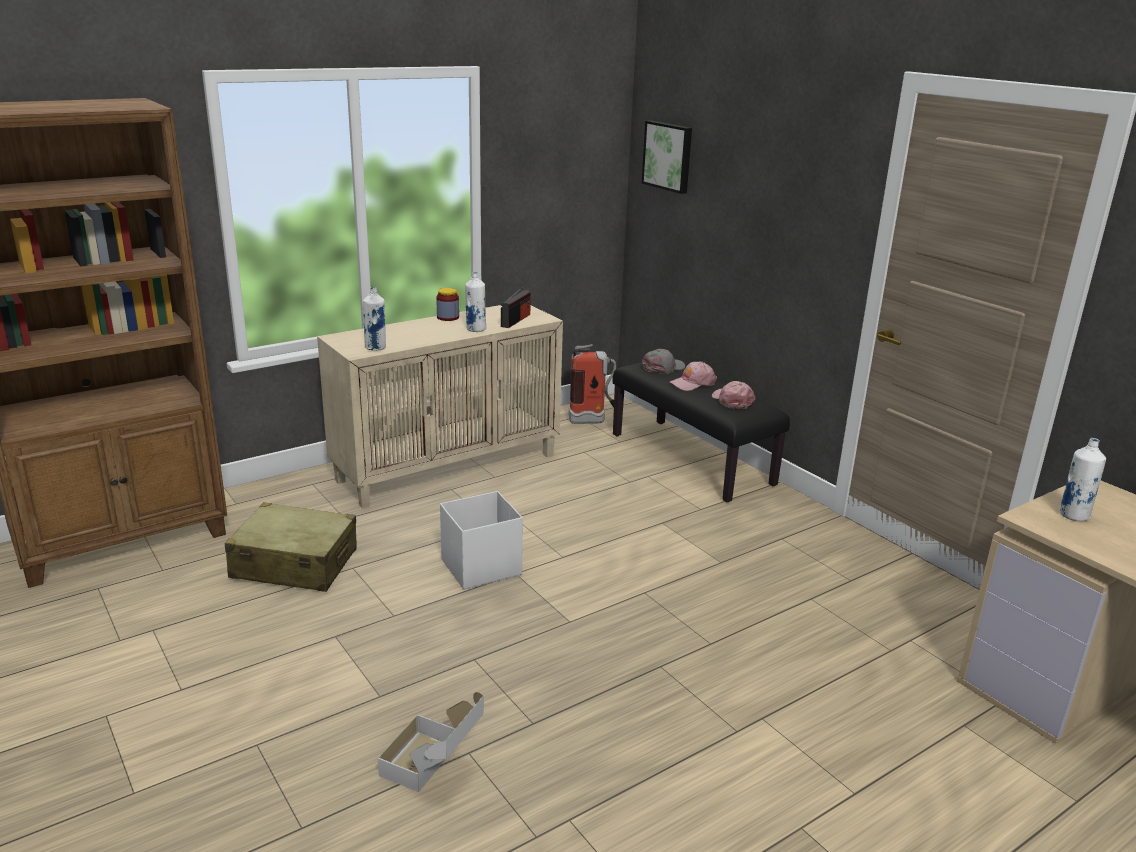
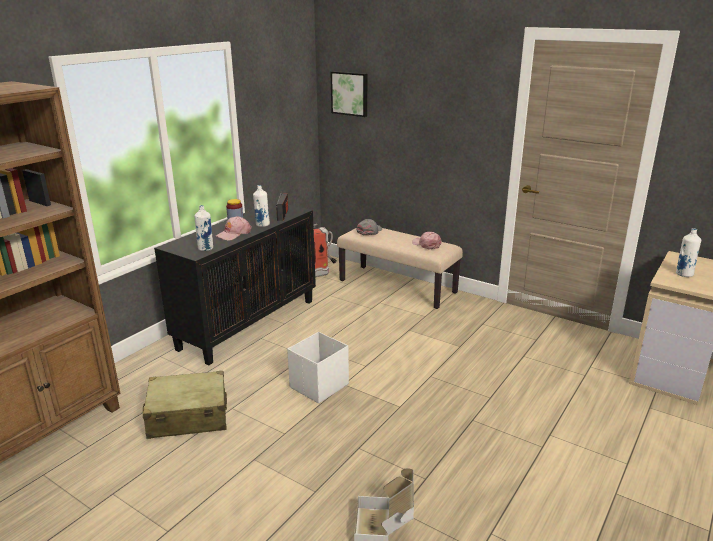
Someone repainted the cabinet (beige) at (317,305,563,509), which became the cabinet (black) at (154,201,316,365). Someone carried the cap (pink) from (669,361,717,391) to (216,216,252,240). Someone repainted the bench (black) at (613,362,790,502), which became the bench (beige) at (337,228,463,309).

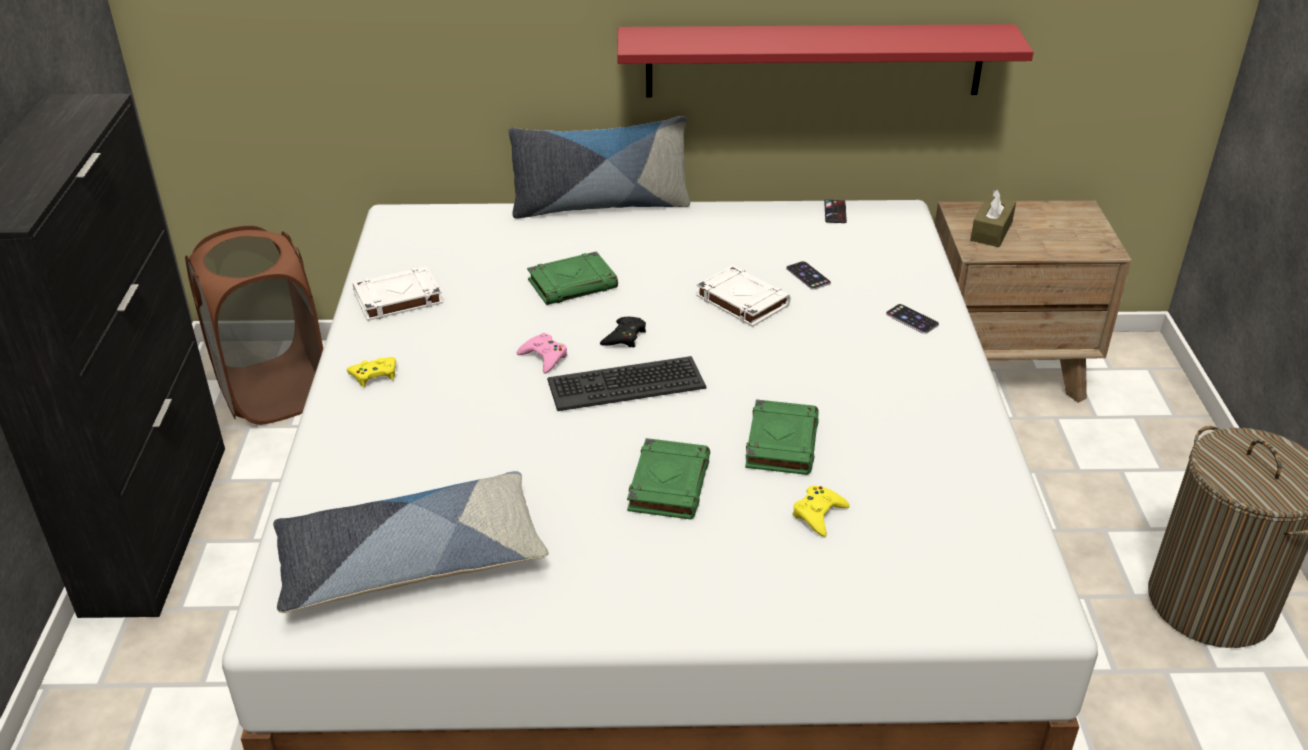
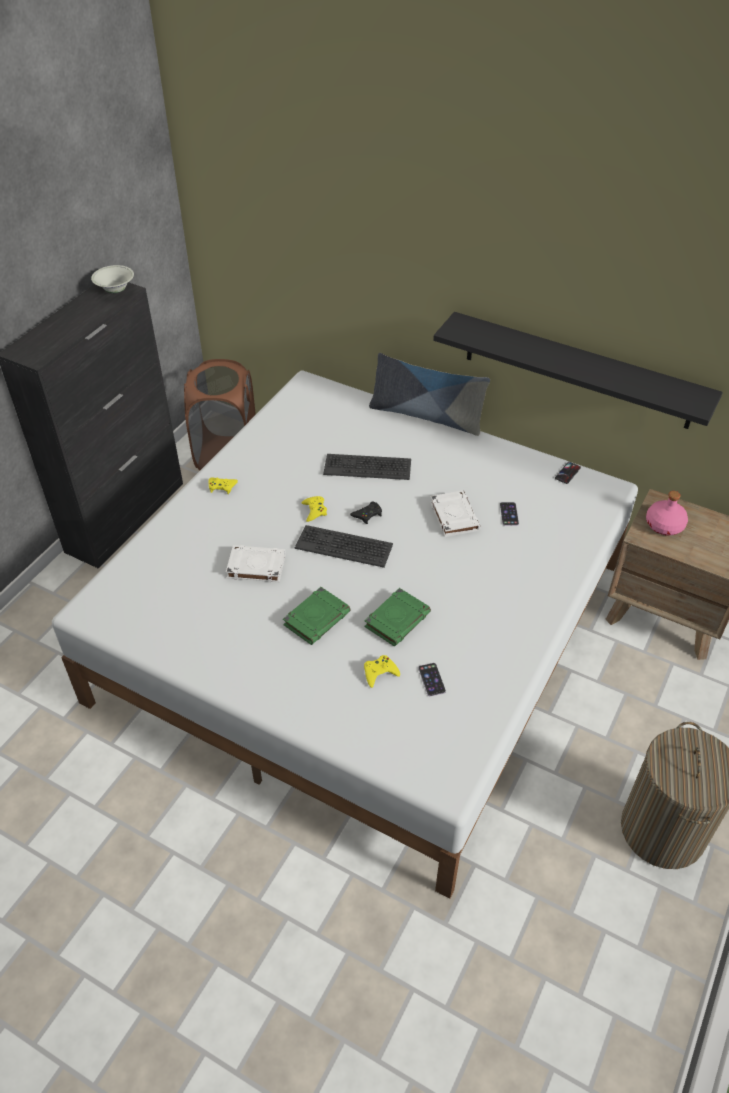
Someone repainted the shelf (red) at (617,24,1034,97), which became the shelf (black) at (433,312,723,429). Someone swapped the tissue box (brown) at (970,189,1016,247) for the bottle (pink) at (646,491,688,536). Someone swapped the book (green) at (527,251,618,305) for the keyboard at (323,454,411,480). Someone carried the book (white) from (353,266,443,321) to (226,545,285,582). Someone carried the phone from (886,304,939,334) to (418,663,446,696). Someone repainted the game controller (pink) at (517,333,567,374), which became the game controller (yellow) at (302,496,327,522). Someone took away the pillow at (273,471,548,613). Someone put down the bowl (white) at (91,265,134,293).

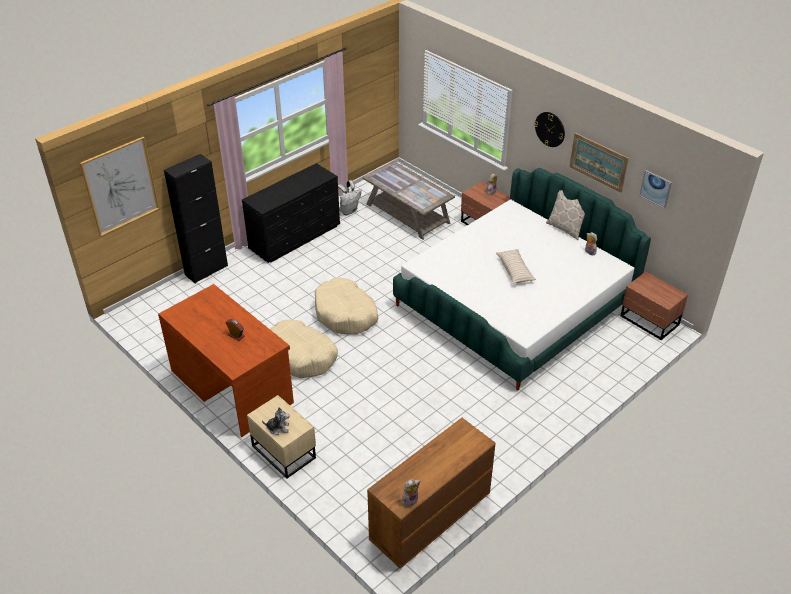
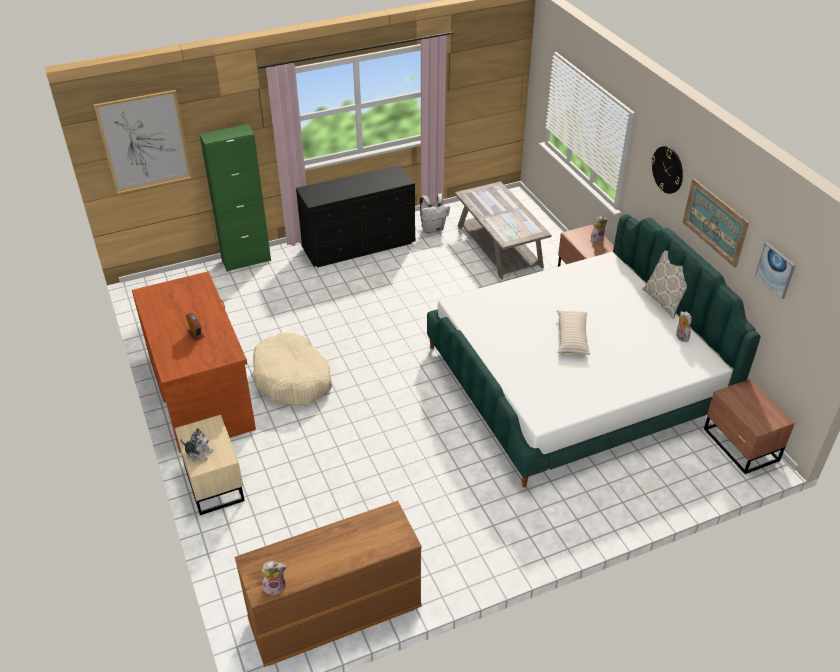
Someone repainted the cabinet (black) at (164,154,228,283), which became the cabinet (green) at (199,124,271,272). Someone took away the dog bed (beige) at (315,277,378,334).

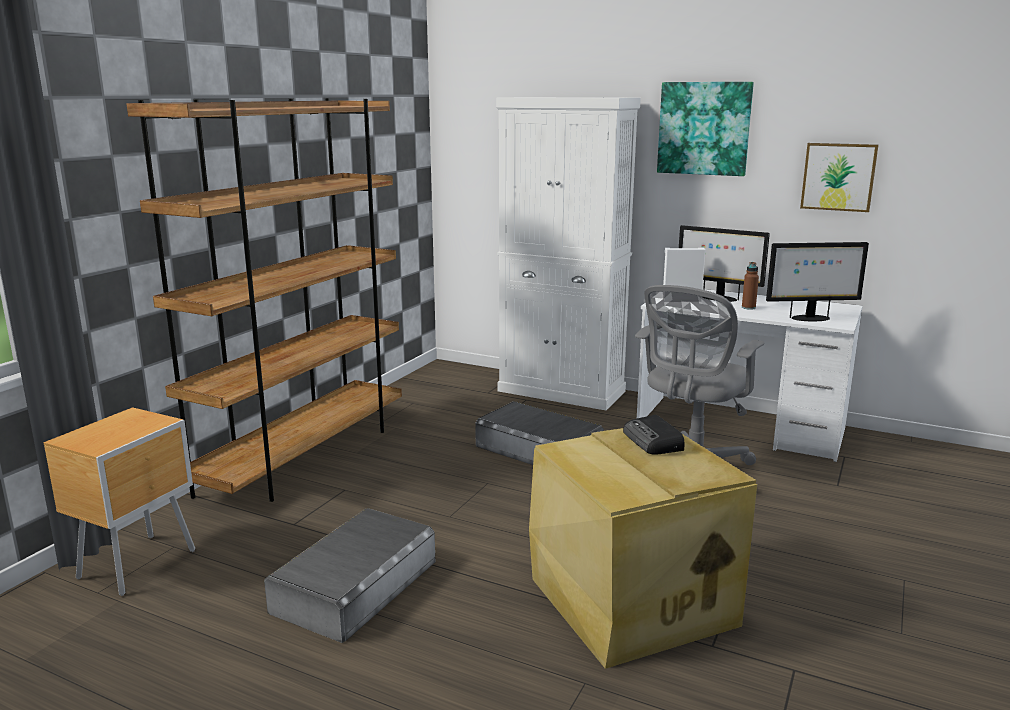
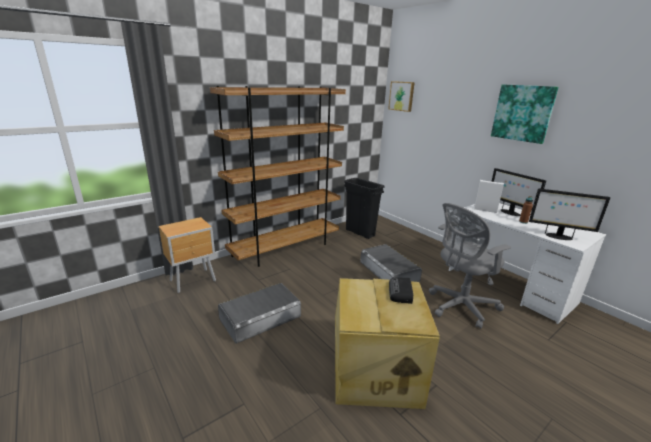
Someone took away the cabinet (white) at (496,97,641,410). Someone carried the picture from (800,143,879,212) to (388,81,415,112). Someone put down the trash can (black) at (344,178,384,239).

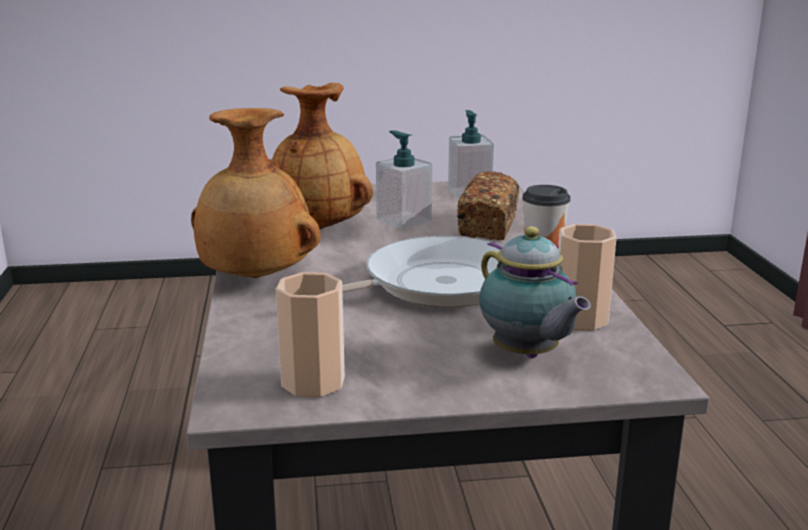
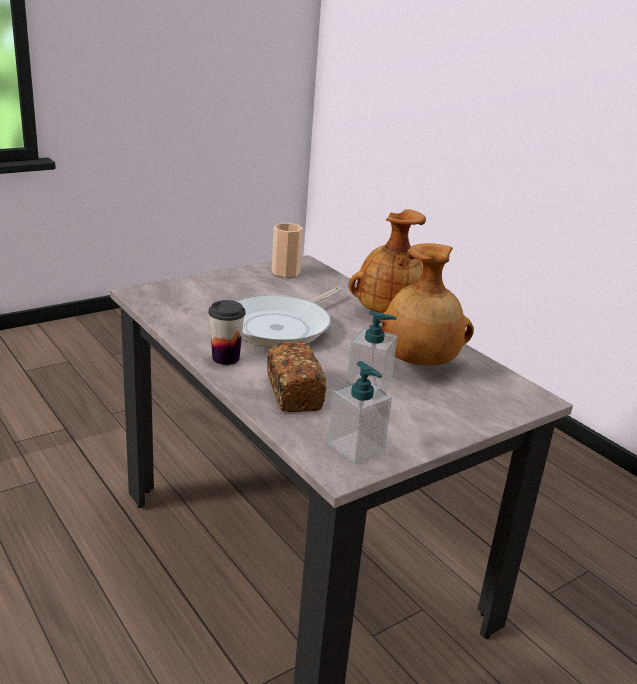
Someone took away the cup at (558,224,617,330). Someone took away the teapot at (479,226,591,358).

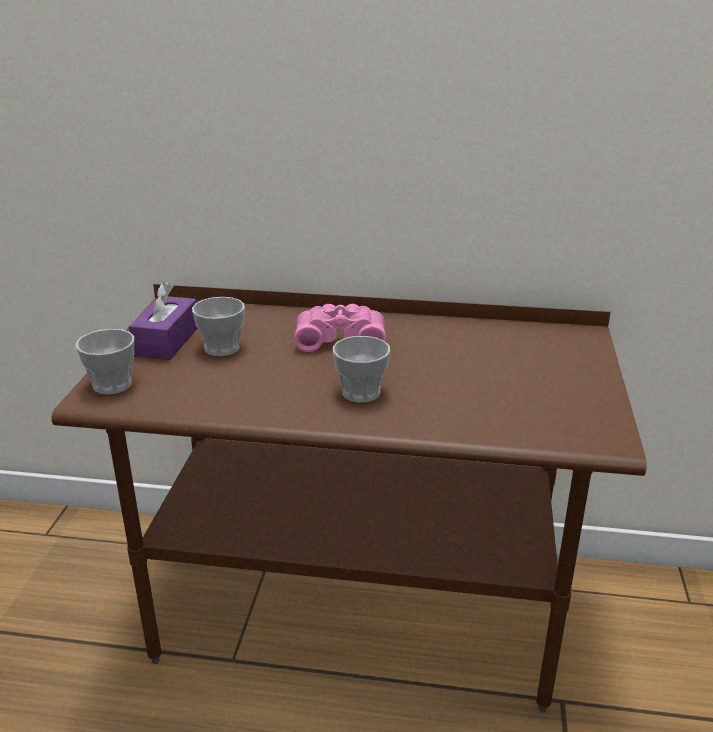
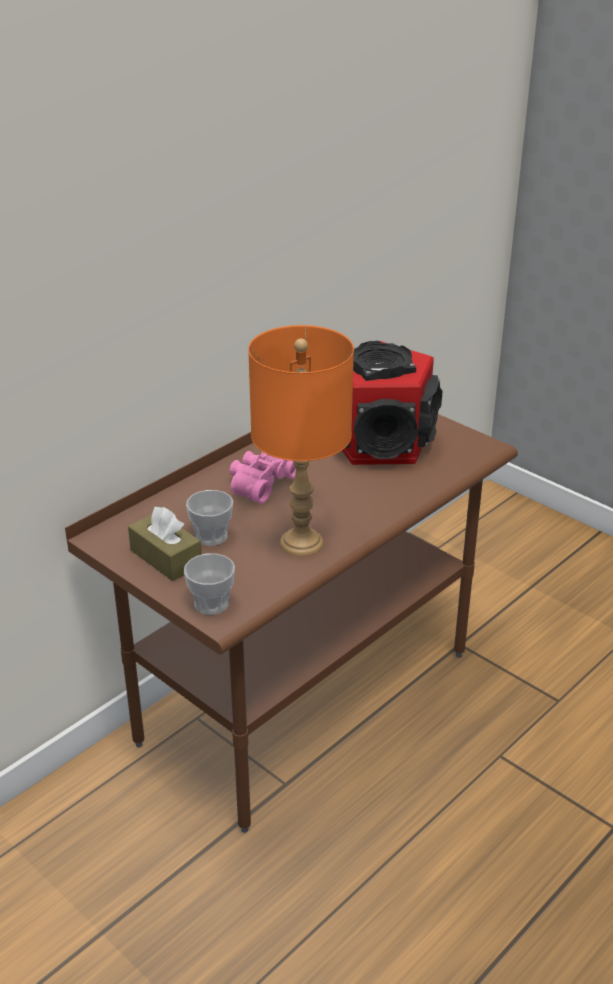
Someone repainted the tissue box (purple) at (128,282,198,360), which became the tissue box (brown) at (128,507,202,581). Someone took away the cup at (333,336,390,403). Someone put down the table lamp (orange) at (248,325,354,556). Someone put down the speaker at (342,341,442,465).

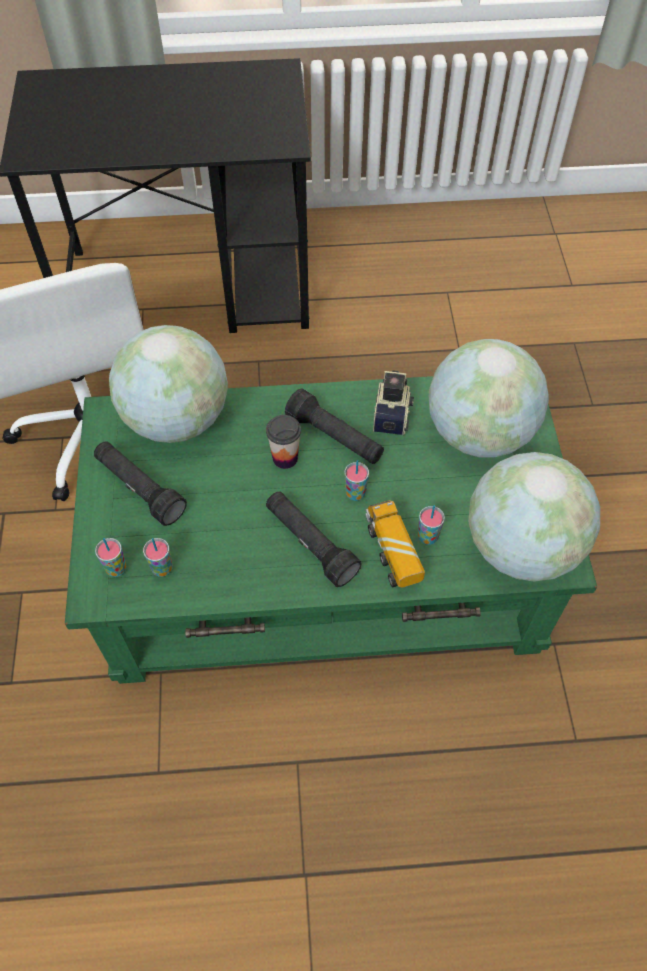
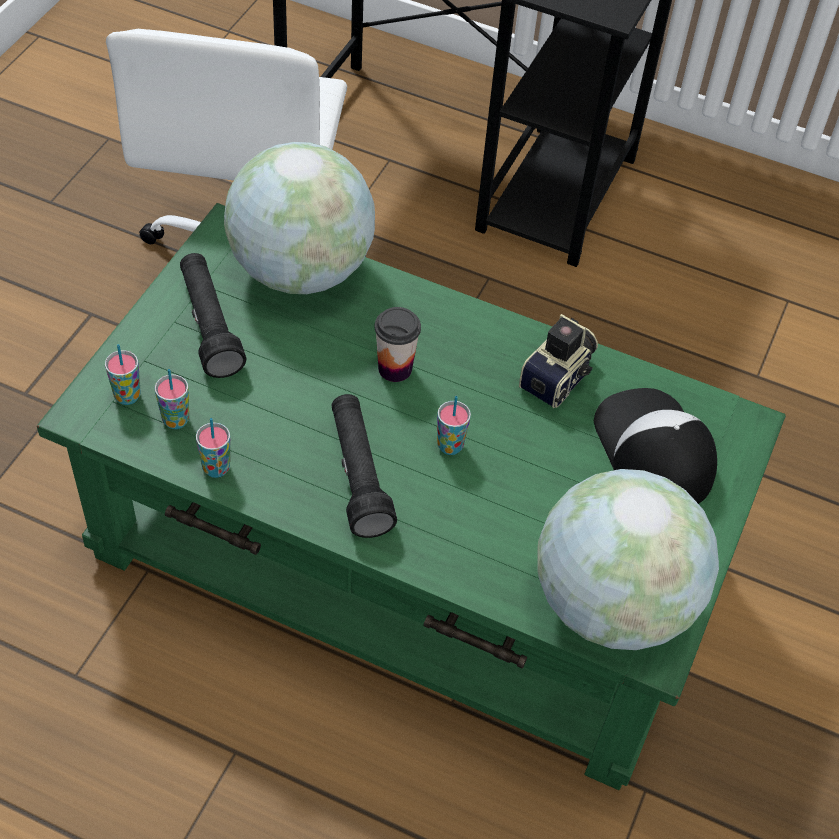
Someone swapped the globe at (429,339,549,458) for the cap at (594,388,717,504). Someone took away the flashlight (black) at (285,388,384,464). Someone took away the toy truck at (365,500,425,588). Someone carried the cup from (418,505,445,545) to (196,418,230,478).

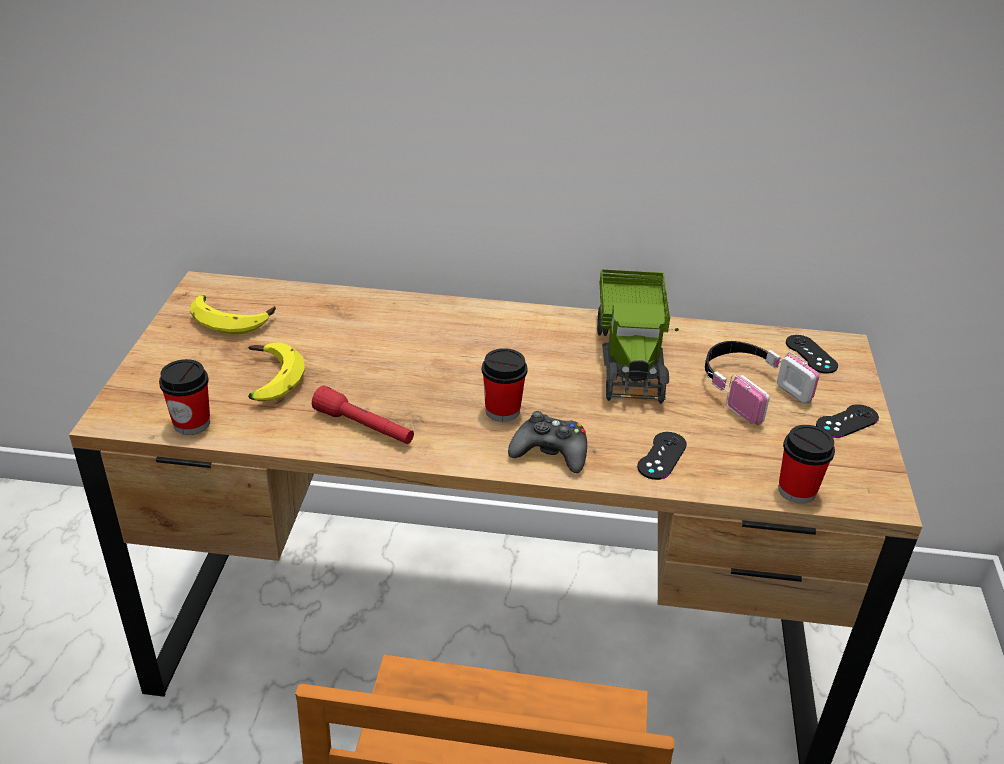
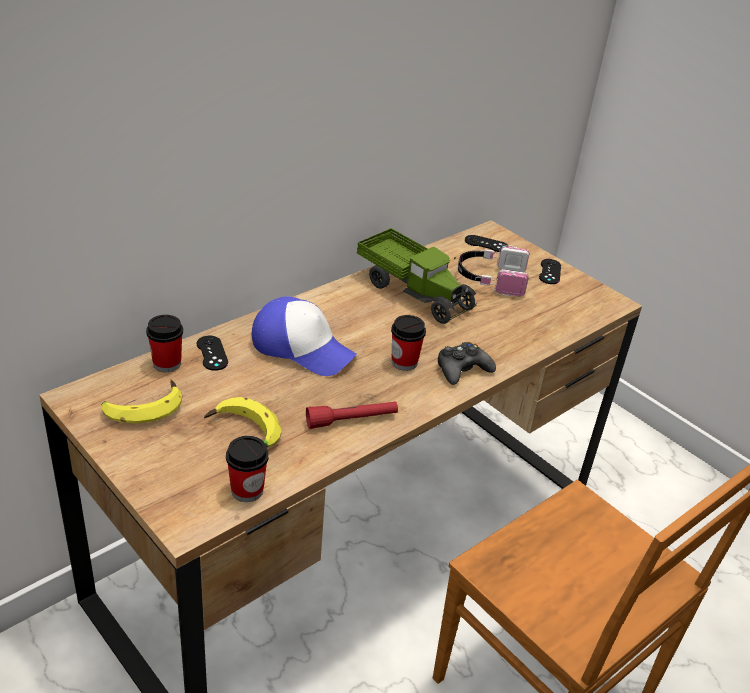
Someone carried the cup from (778,425,835,504) to (146,315,183,372). Someone carried the game controller (black) from (637,432,687,480) to (197,335,228,371). Someone put down the cap at (252,296,357,376).

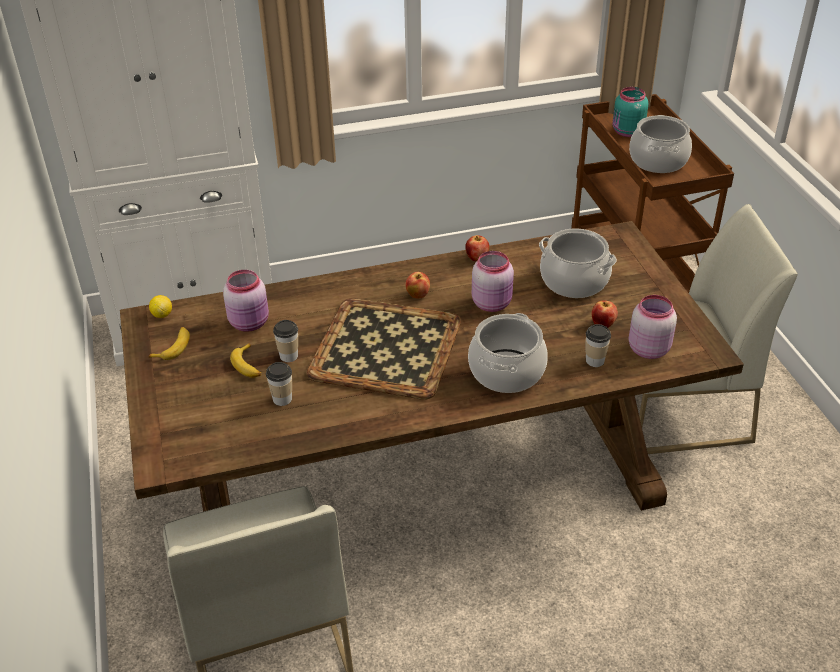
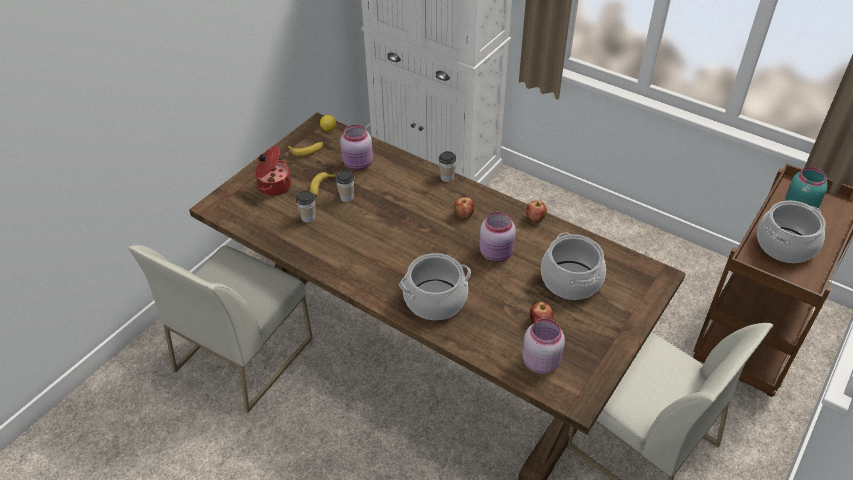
Someone took away the tray at (306,298,461,400). Someone carried the cup from (586,324,611,367) to (438,151,456,182). Someone put down the cooking pot at (255,146,291,196).

